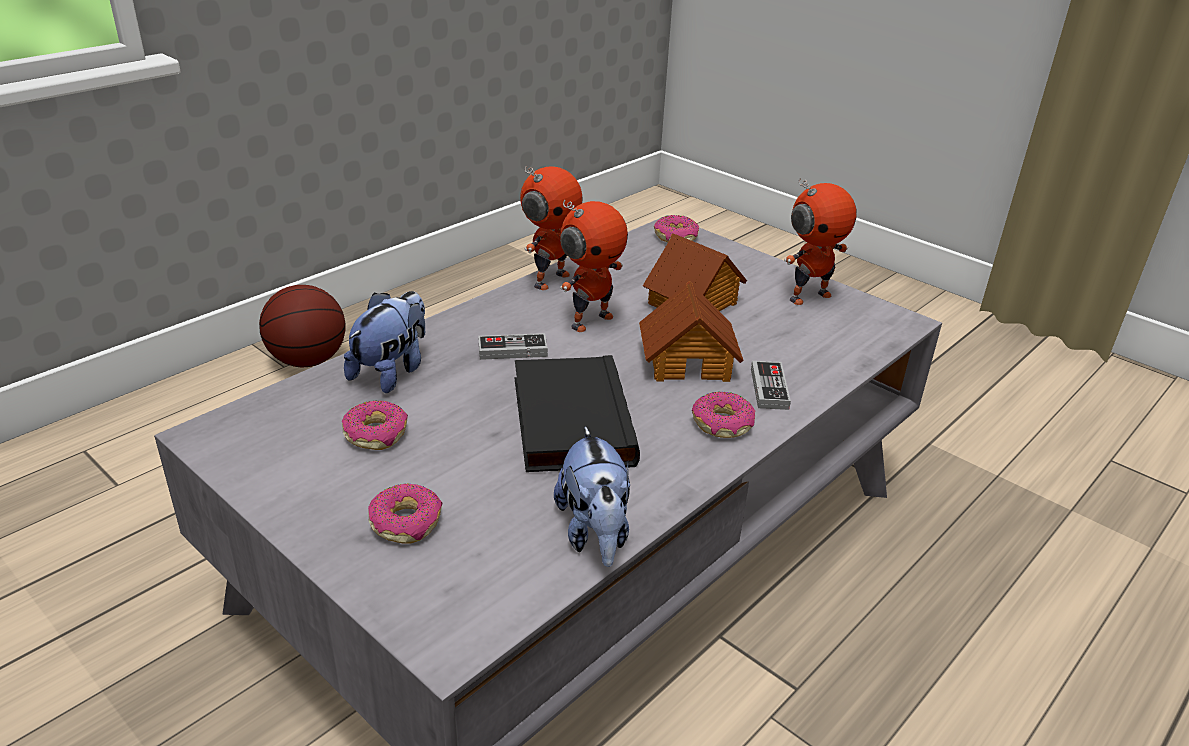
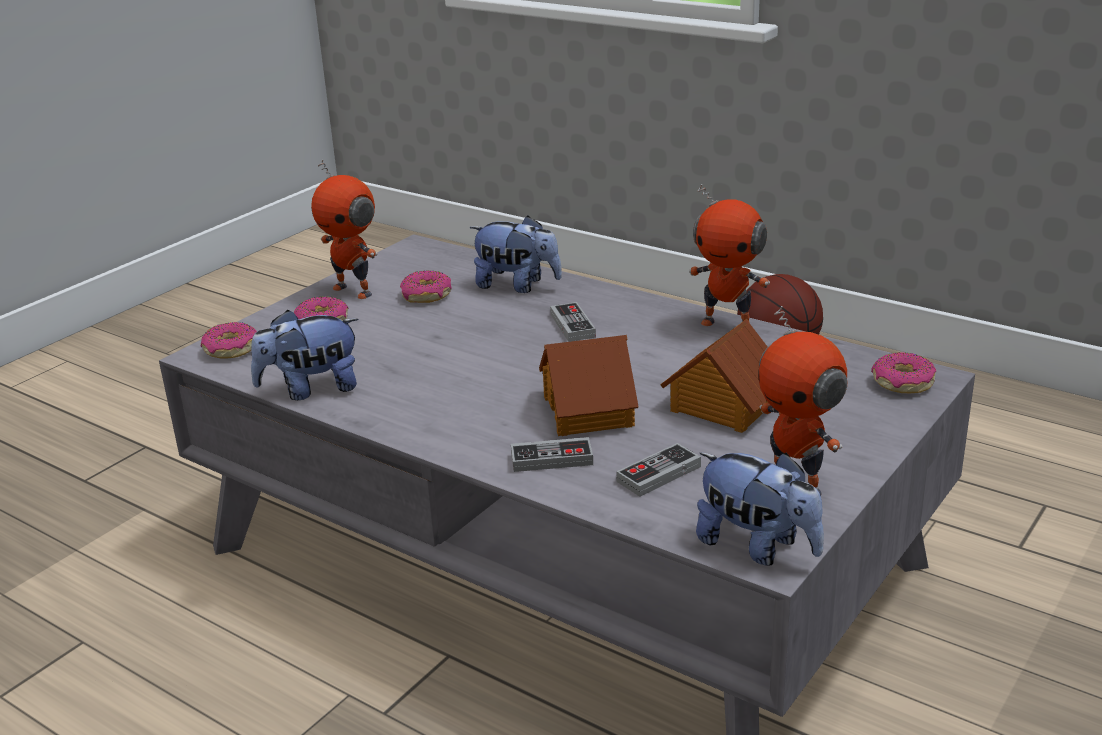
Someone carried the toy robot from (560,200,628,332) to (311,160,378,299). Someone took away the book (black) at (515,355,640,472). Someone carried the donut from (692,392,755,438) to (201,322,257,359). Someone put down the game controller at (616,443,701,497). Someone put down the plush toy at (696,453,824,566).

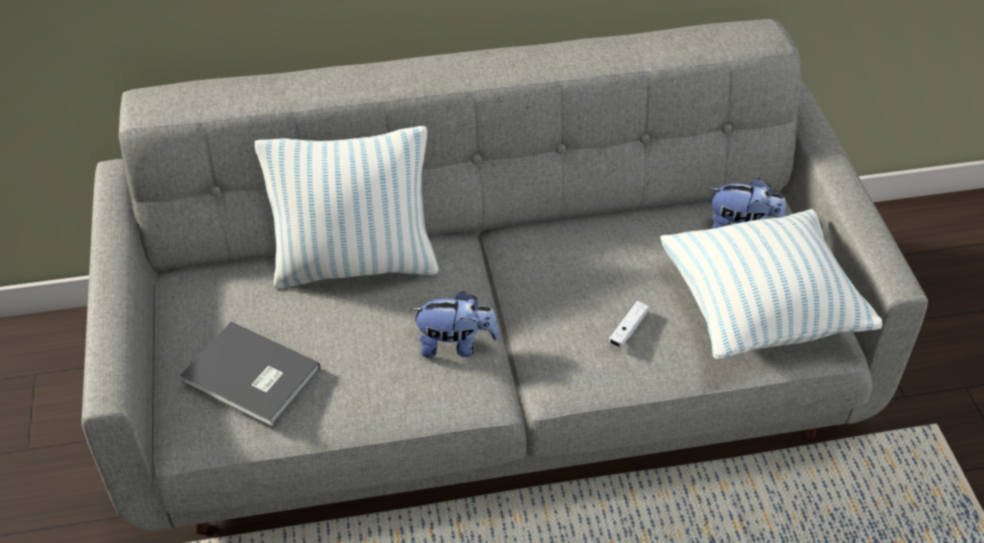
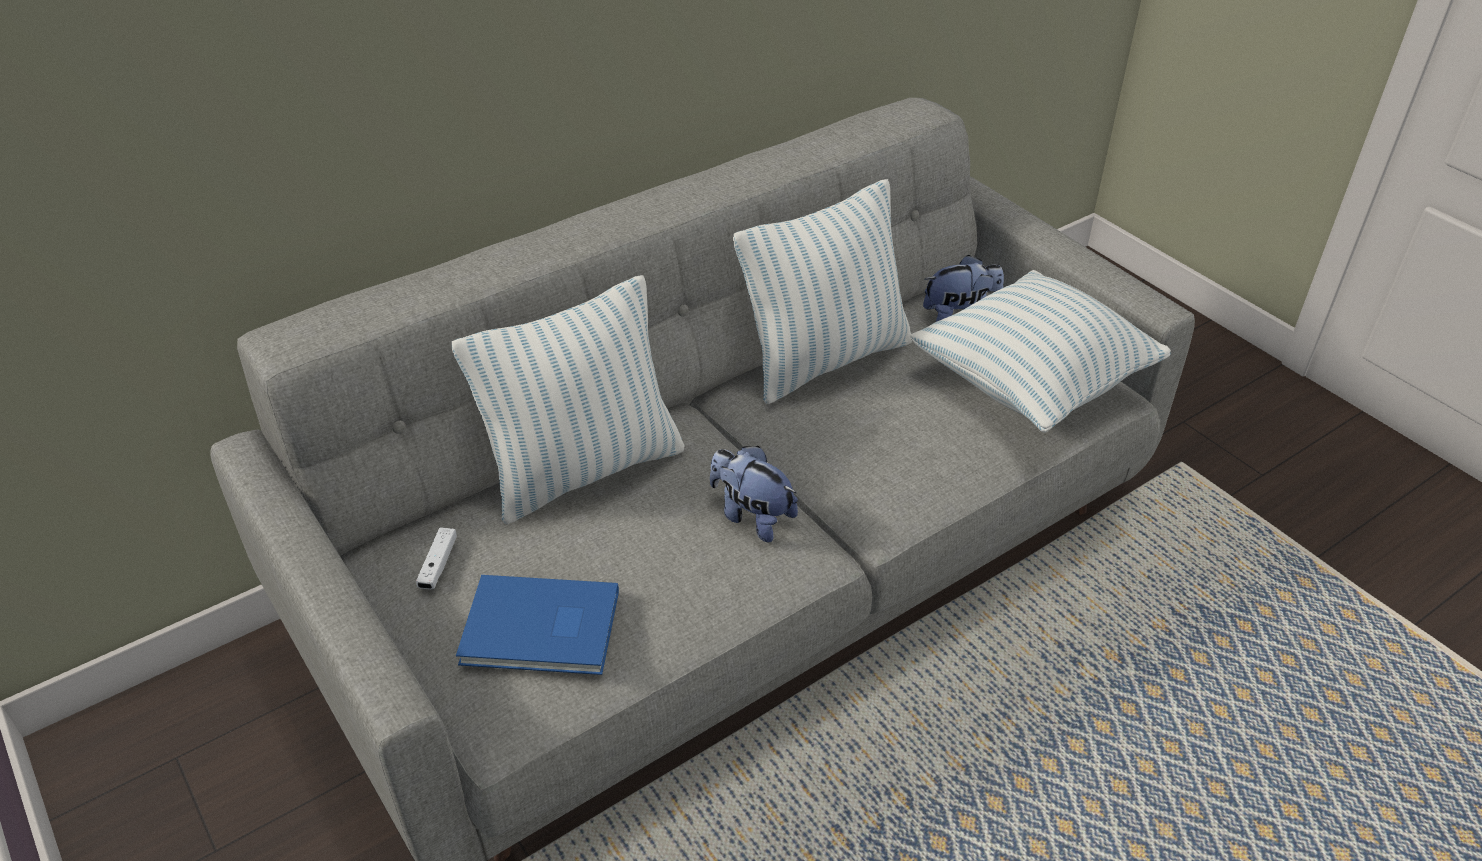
Someone rotated the plush toy at (410,291,499,358) by 120 degrees counterclockwise. Someone carried the game controller (white) from (609,301,649,348) to (416,528,457,589). Someone repainted the book (grey) at (180,322,320,427), which became the book (blue) at (456,575,619,675). Someone put down the pillow at (733,179,912,404).

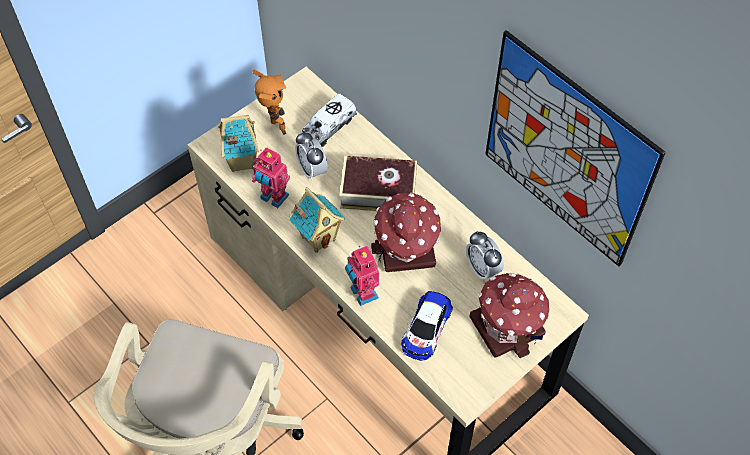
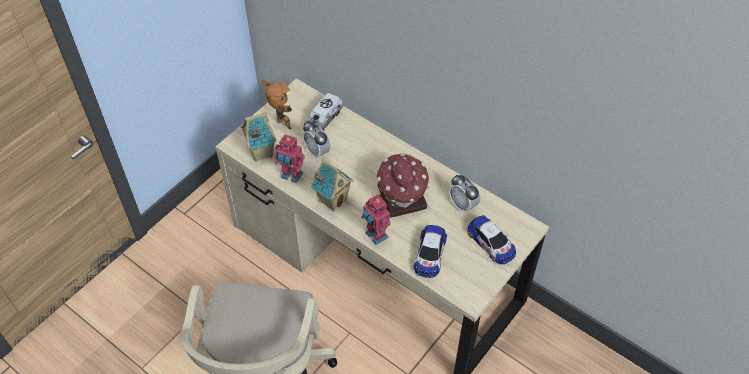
Someone took away the picture at (485,30,666,267). Someone took away the book at (339,156,417,211). Someone swapped the toy house at (469,273,550,358) for the toy car at (467,215,516,264).

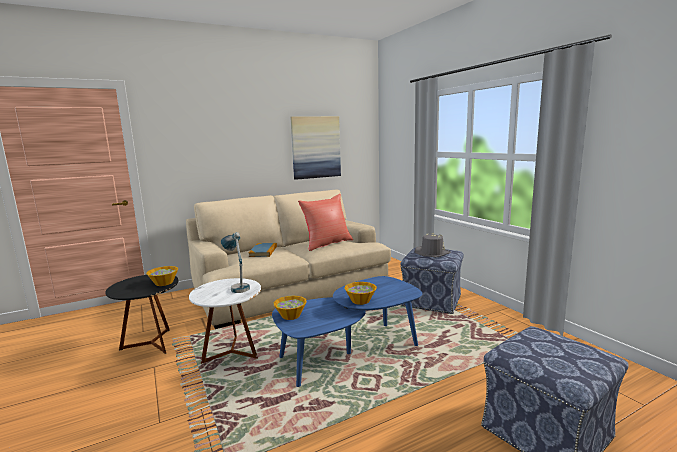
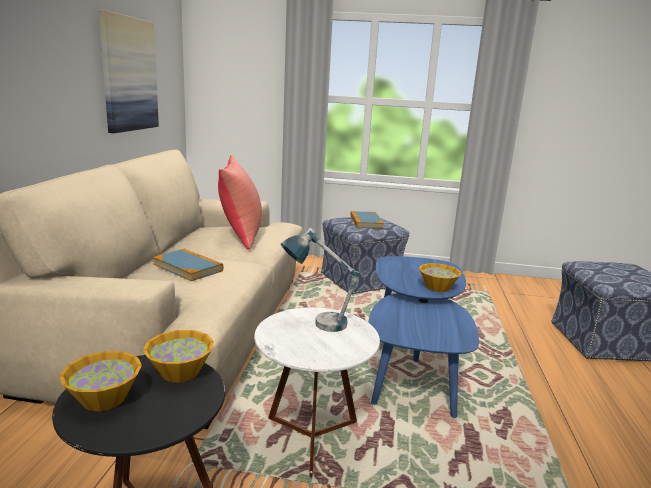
Someone swapped the hat (grey) at (415,233,451,257) for the book at (350,211,384,229). Someone carried the bowl from (274,296,307,320) to (60,351,142,411).

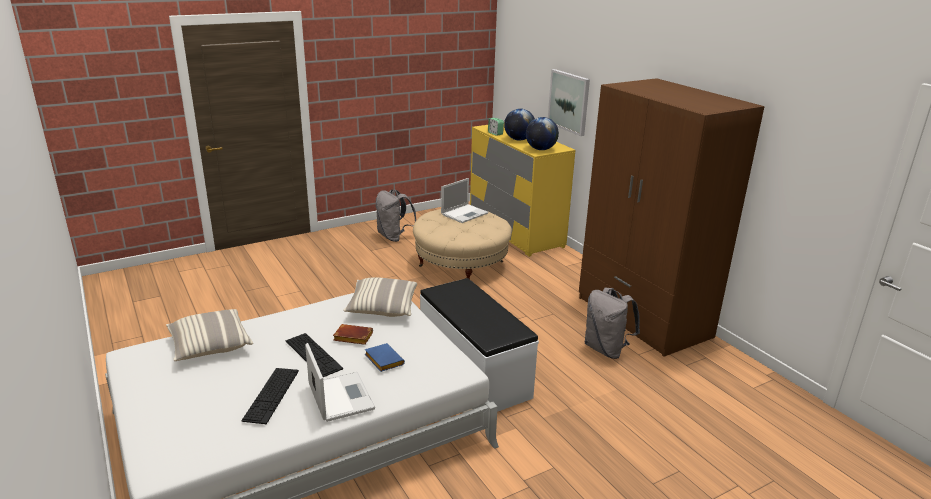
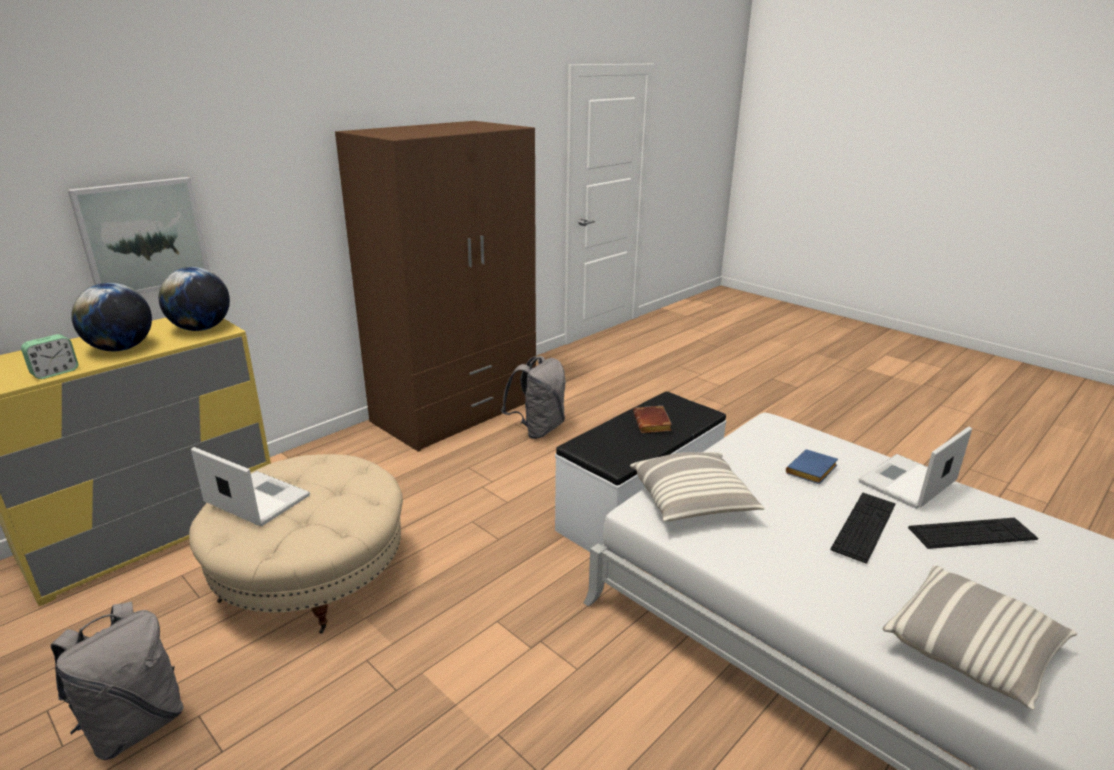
Someone carried the book (brown) from (333,324,373,345) to (633,406,672,433).

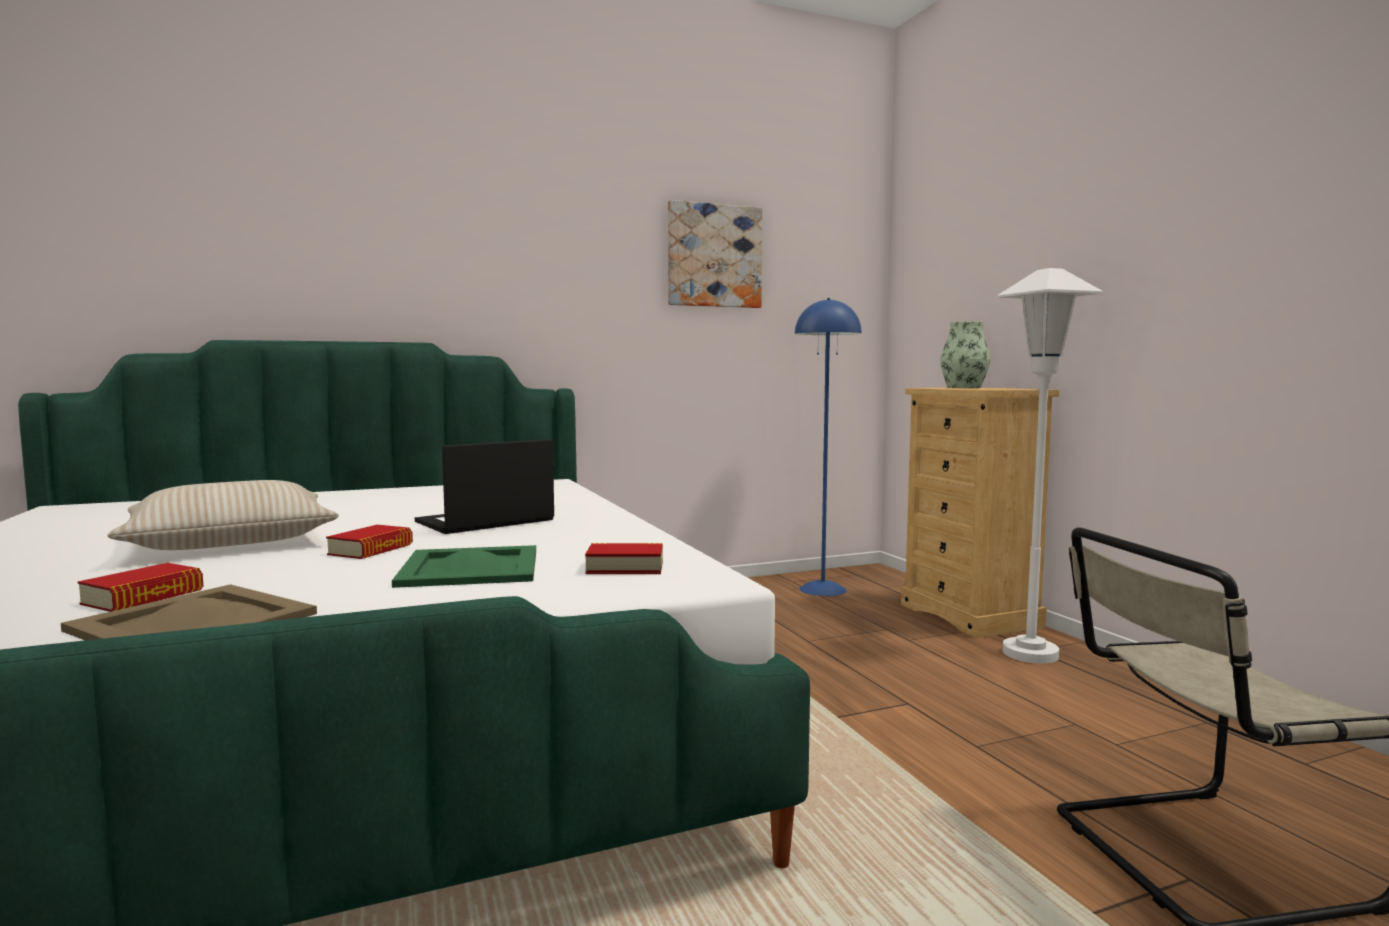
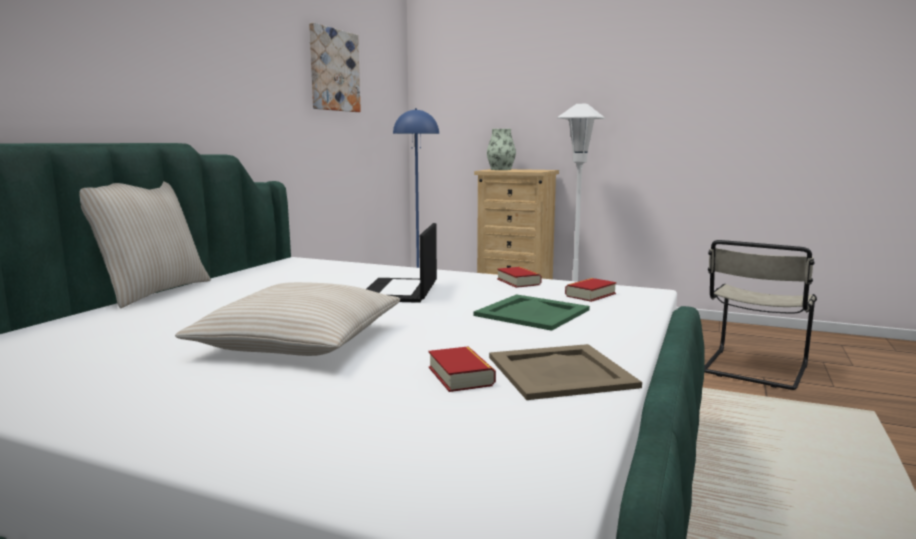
Someone carried the book from (326,525,413,559) to (497,267,542,288). Someone put down the pillow (beige) at (79,182,211,308).

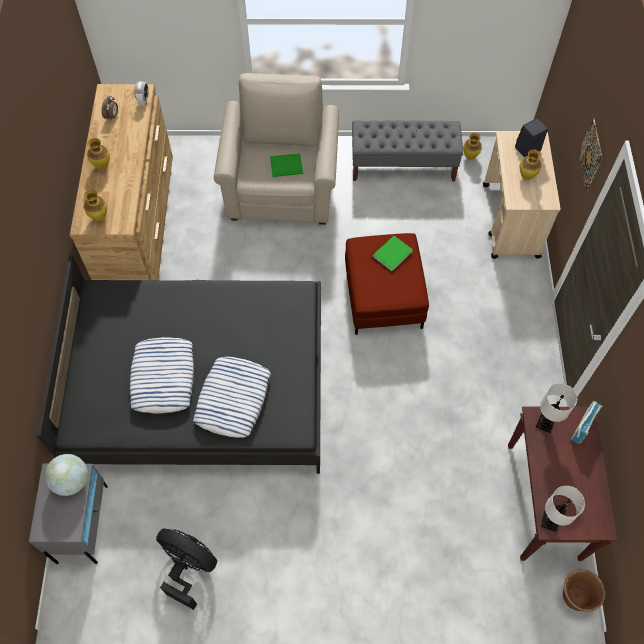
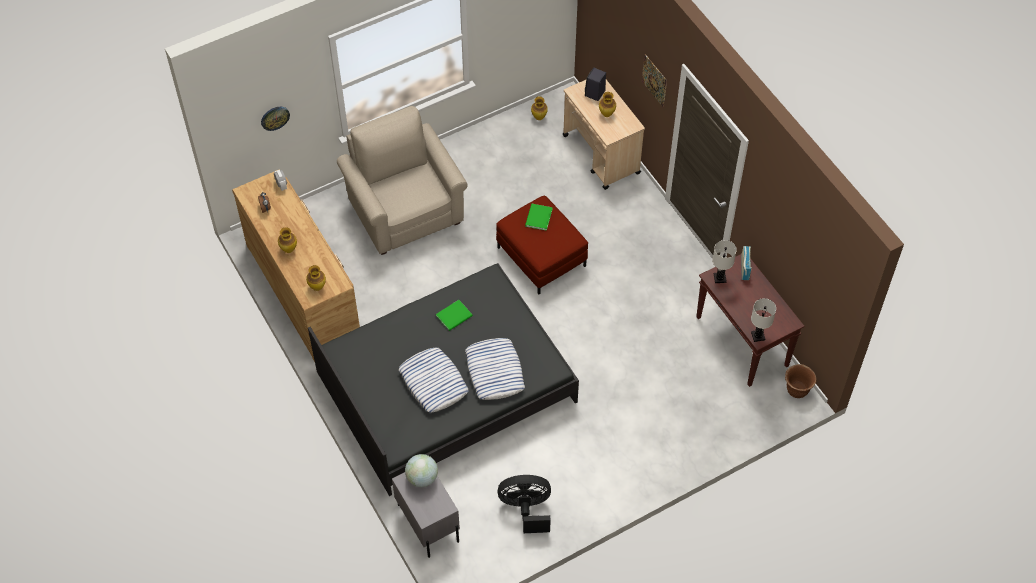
Someone took away the bench (grey) at (352,120,463,181). Someone carried the book (green) from (270,153,303,177) to (436,300,473,331). Someone put up the wall clock at (261,107,290,131).

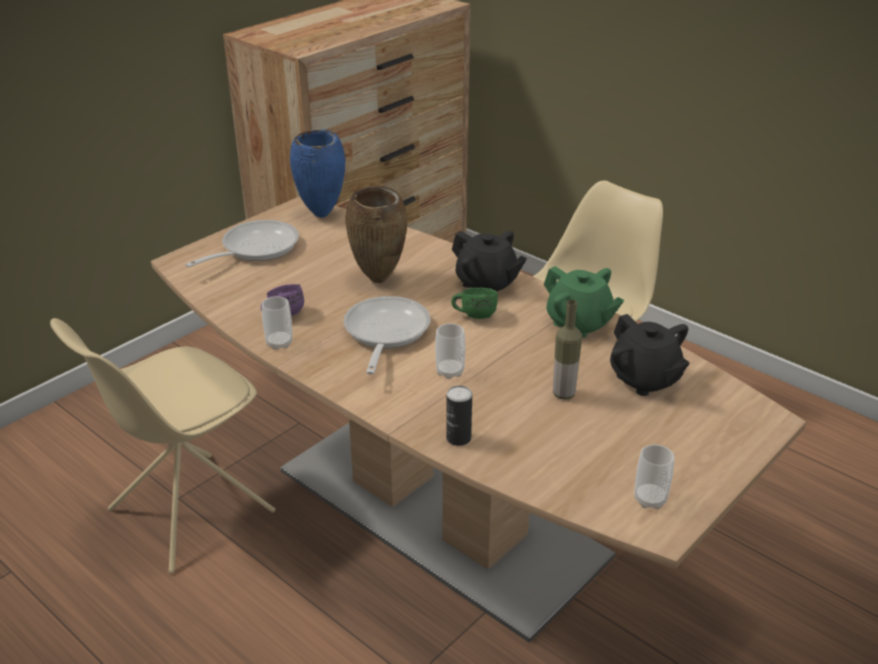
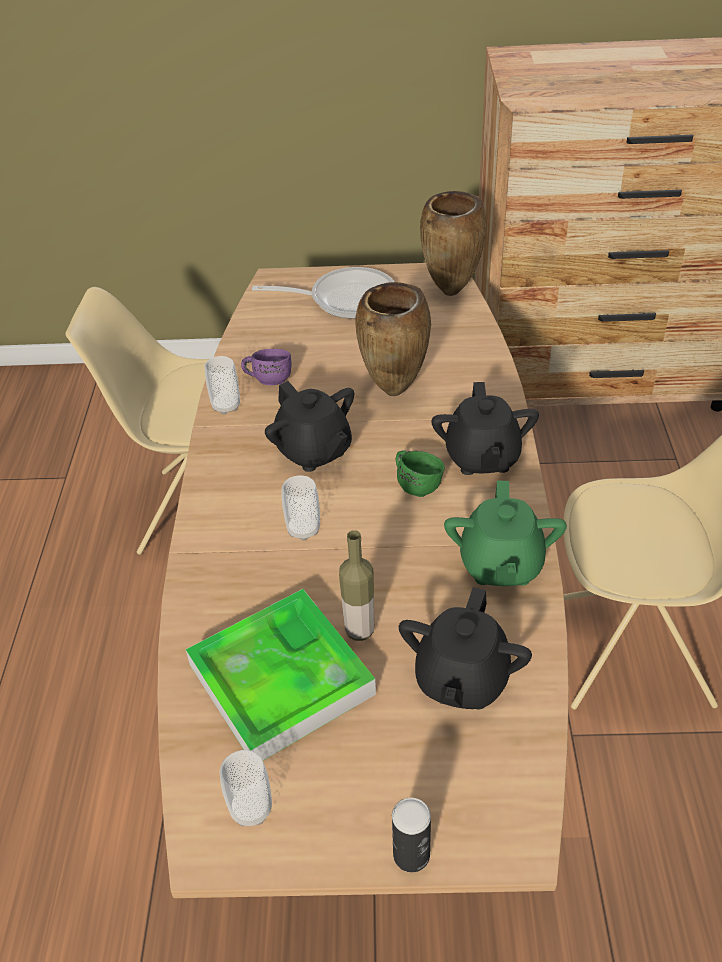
Someone repainted the vase (blue) at (290,130,345,218), which became the vase (brown) at (420,191,487,296). Someone swapped the frying pan at (344,296,431,374) for the teapot (black) at (265,381,354,472). Someone carried the can from (446,385,472,446) to (392,798,431,872). Someone put down the tray at (186,589,376,760).

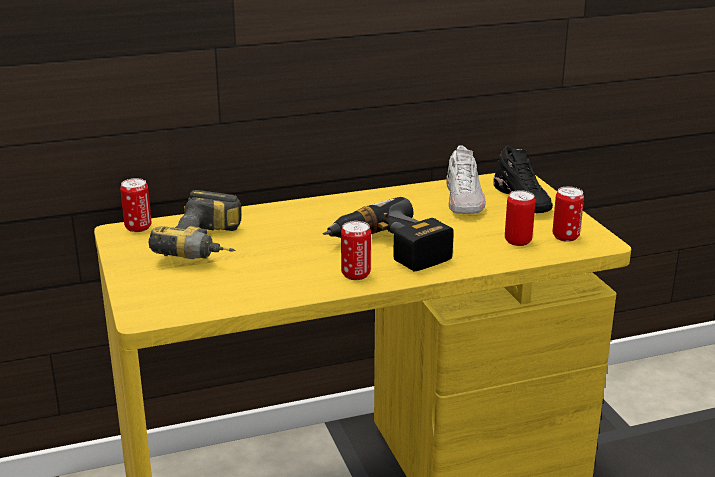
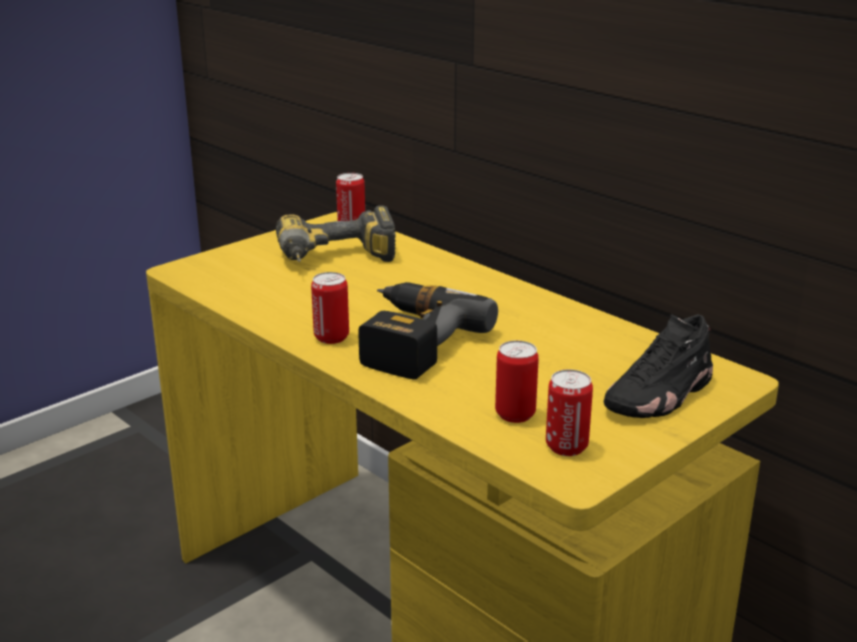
Someone took away the shoe (white) at (446,145,486,214).

